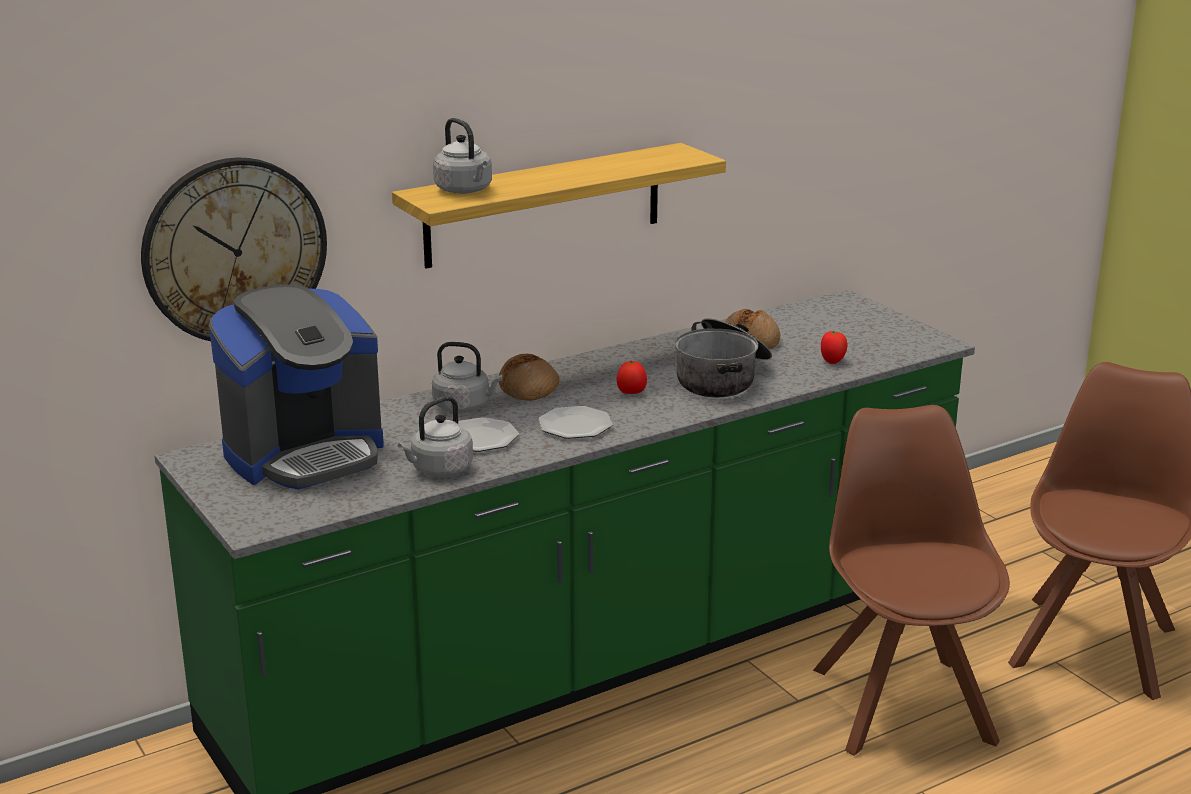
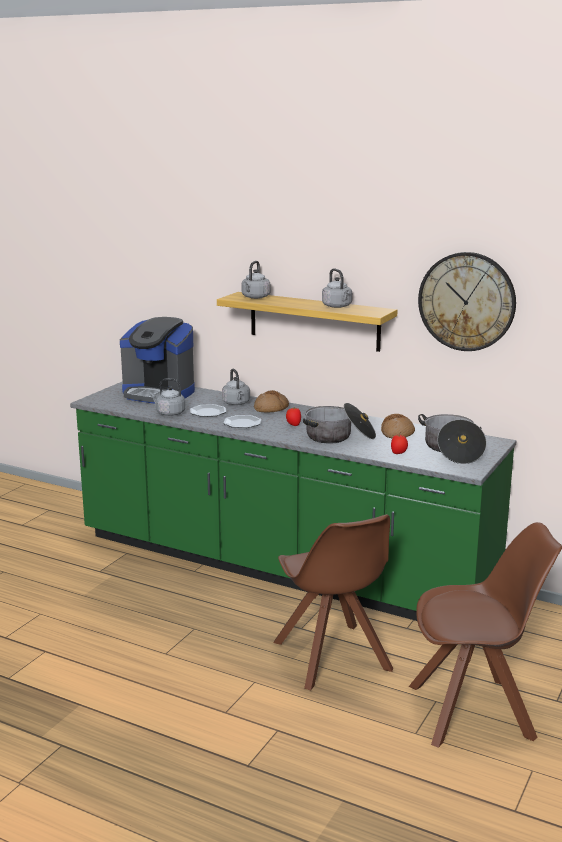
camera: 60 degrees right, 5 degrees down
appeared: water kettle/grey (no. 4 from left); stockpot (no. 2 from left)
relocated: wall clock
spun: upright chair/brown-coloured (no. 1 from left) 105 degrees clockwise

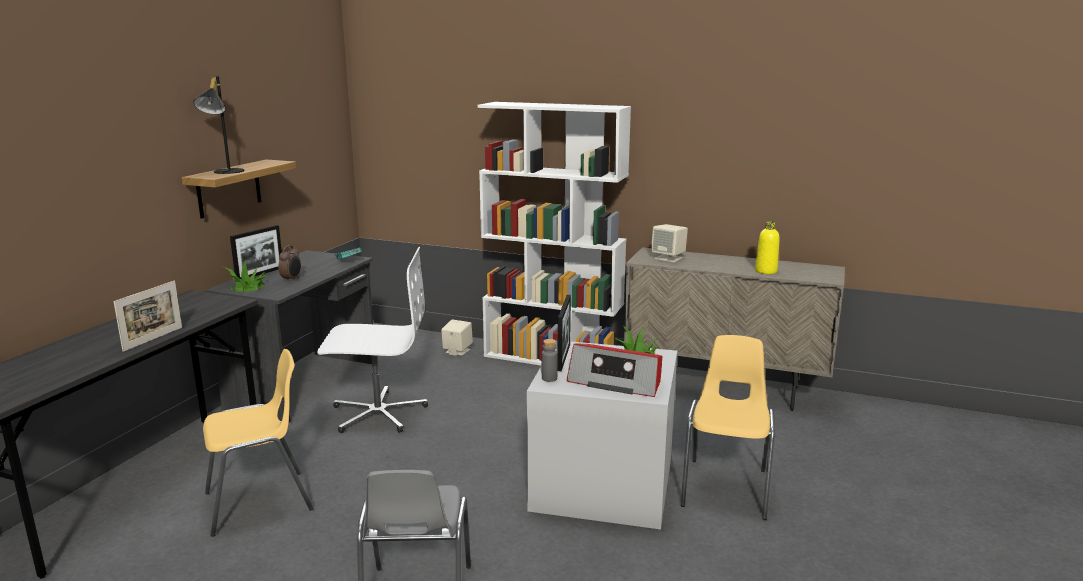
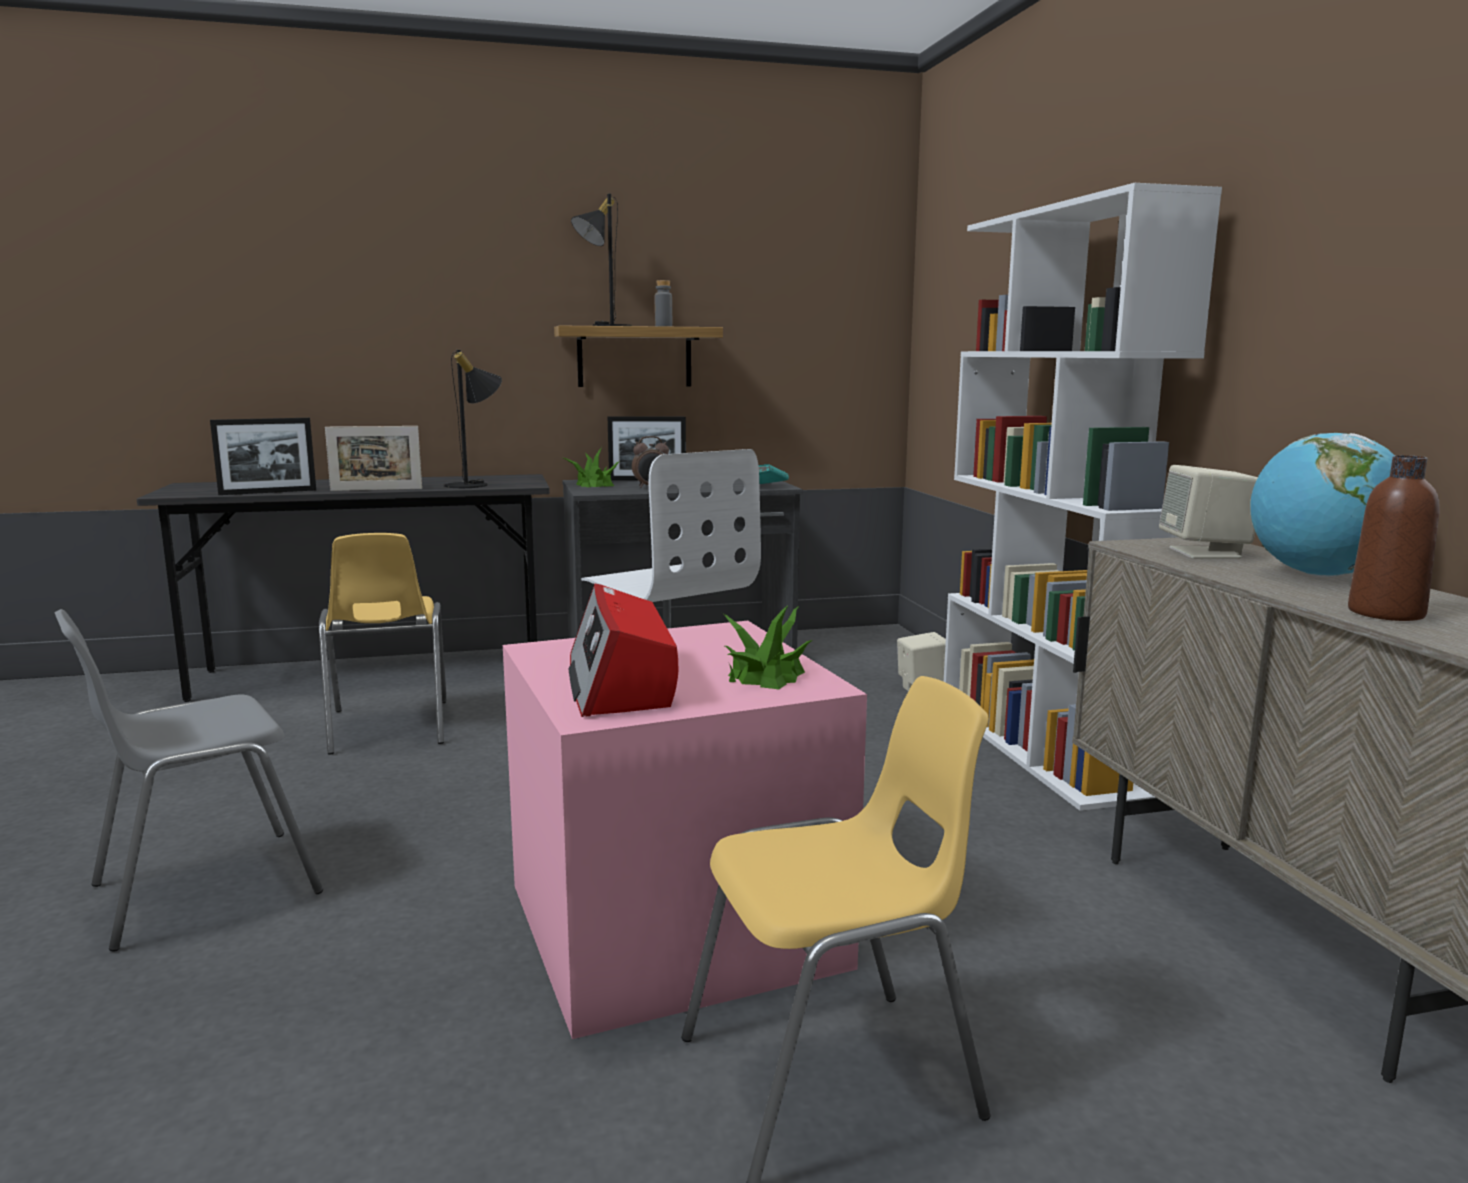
camera: 55 degrees right, 5 degrees down
appeared: table lamp/black (no. 1 from left); globe
relocated: bottle/grey; picture frame (no. 3 from left in the first image) to picture frame (no. 1 from left)
colour: storage bin/grey to storage bin/pink; bottle/yellow-coloured to bottle/brown-coloured
spun: upright chair/yellow-coloured (no. 1 from left) 45 degrees clockwise

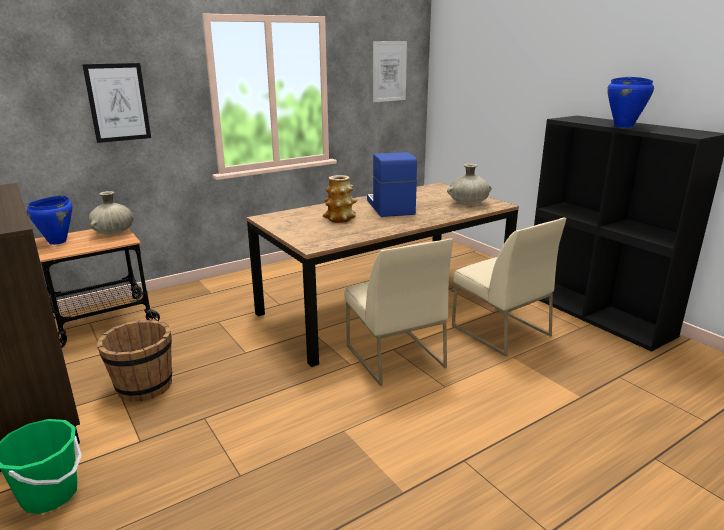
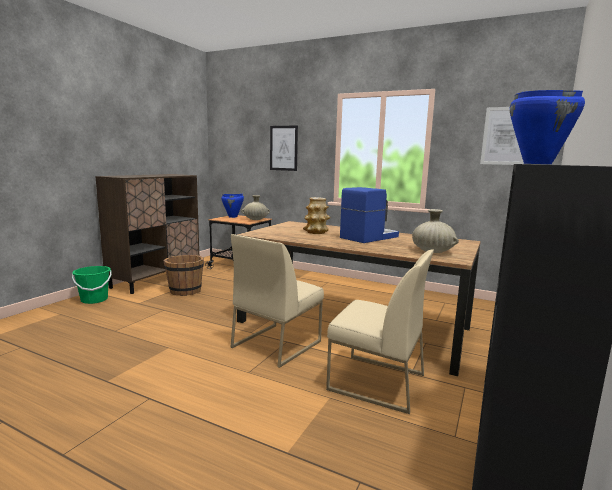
camera: 60 degrees right, 10 degrees down
spun: upright chair/beige (no. 2 from left) 90 degrees counterclockwise

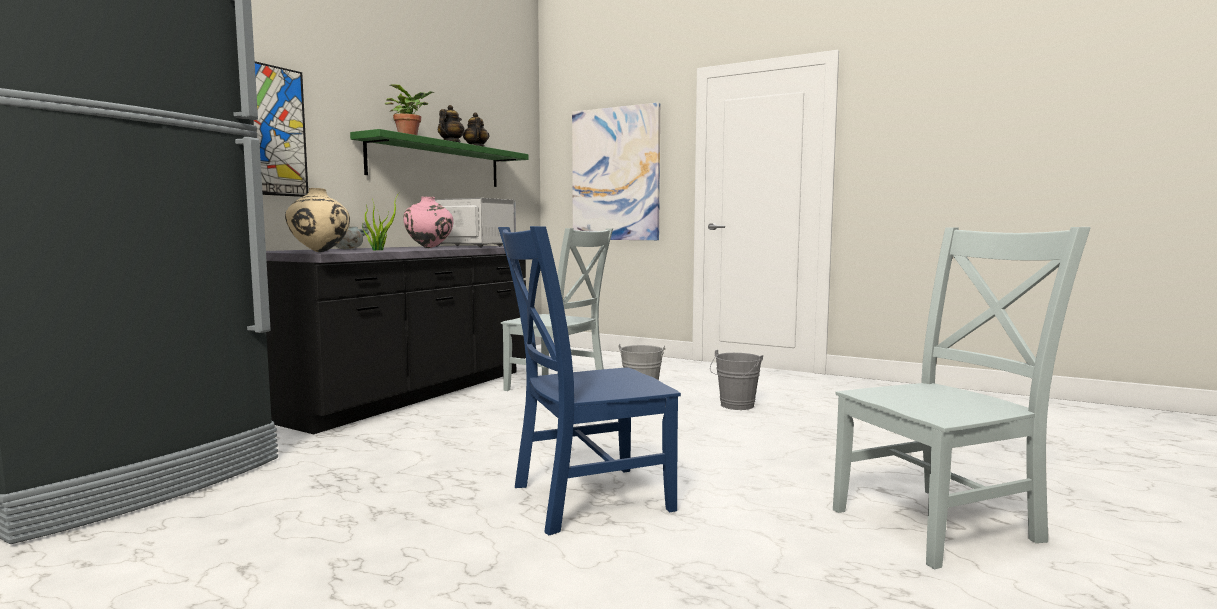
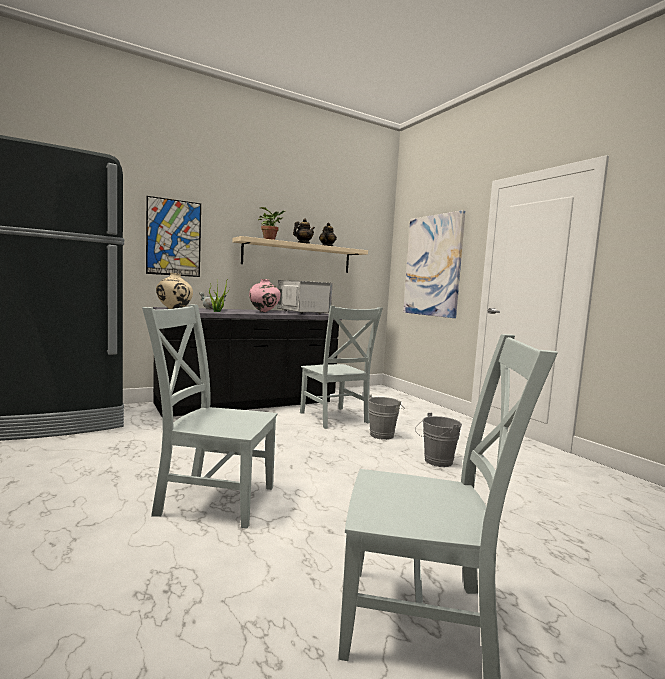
camera: 30 degrees right, 0 degrees up
colour: shelf/green-coloured to shelf/beige; upright chair/bluish to upright chair/grey (no. 1 from left)

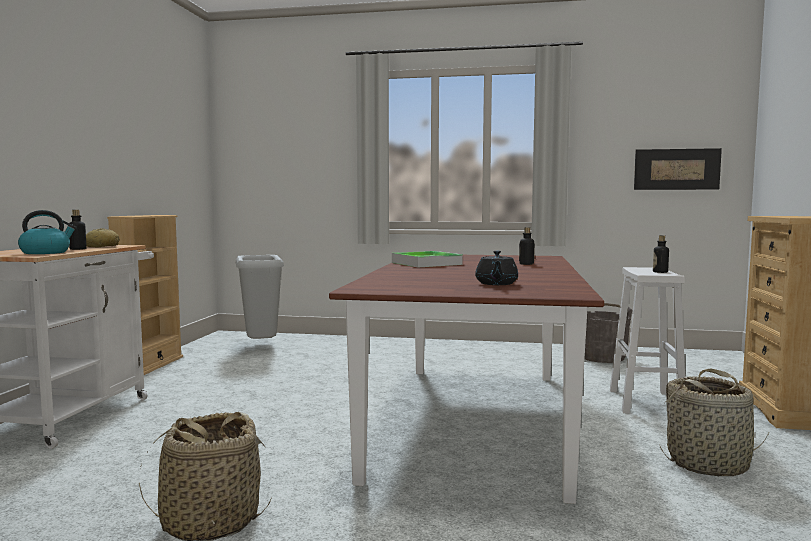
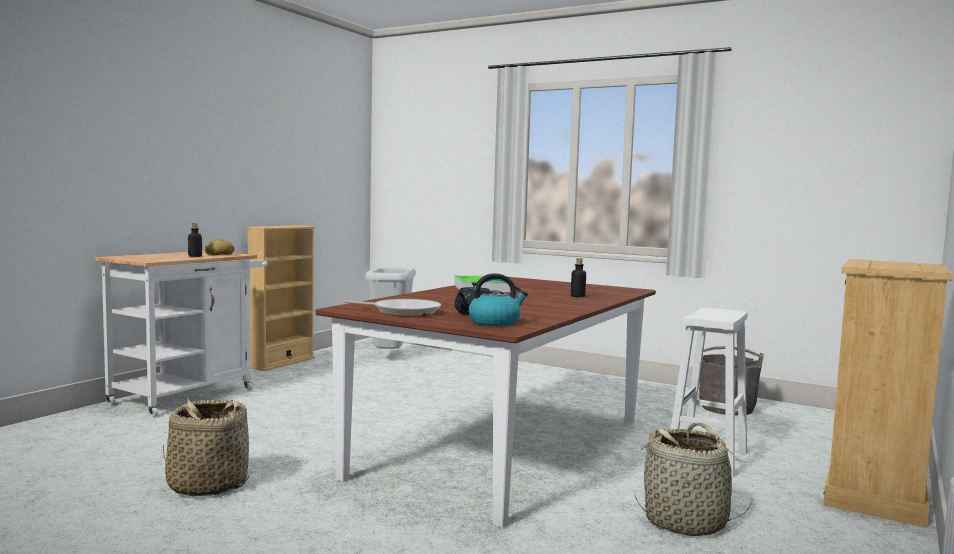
camera: 20 degrees right, 0 degrees up
missing: wall art; bottle (no. 3 from left)
appeared: pan
relocated: water kettle

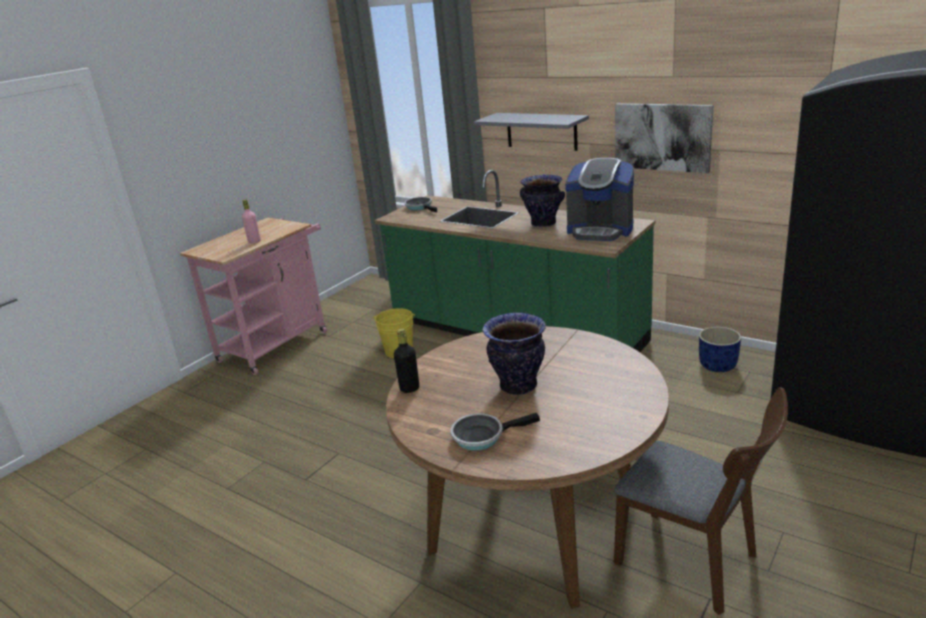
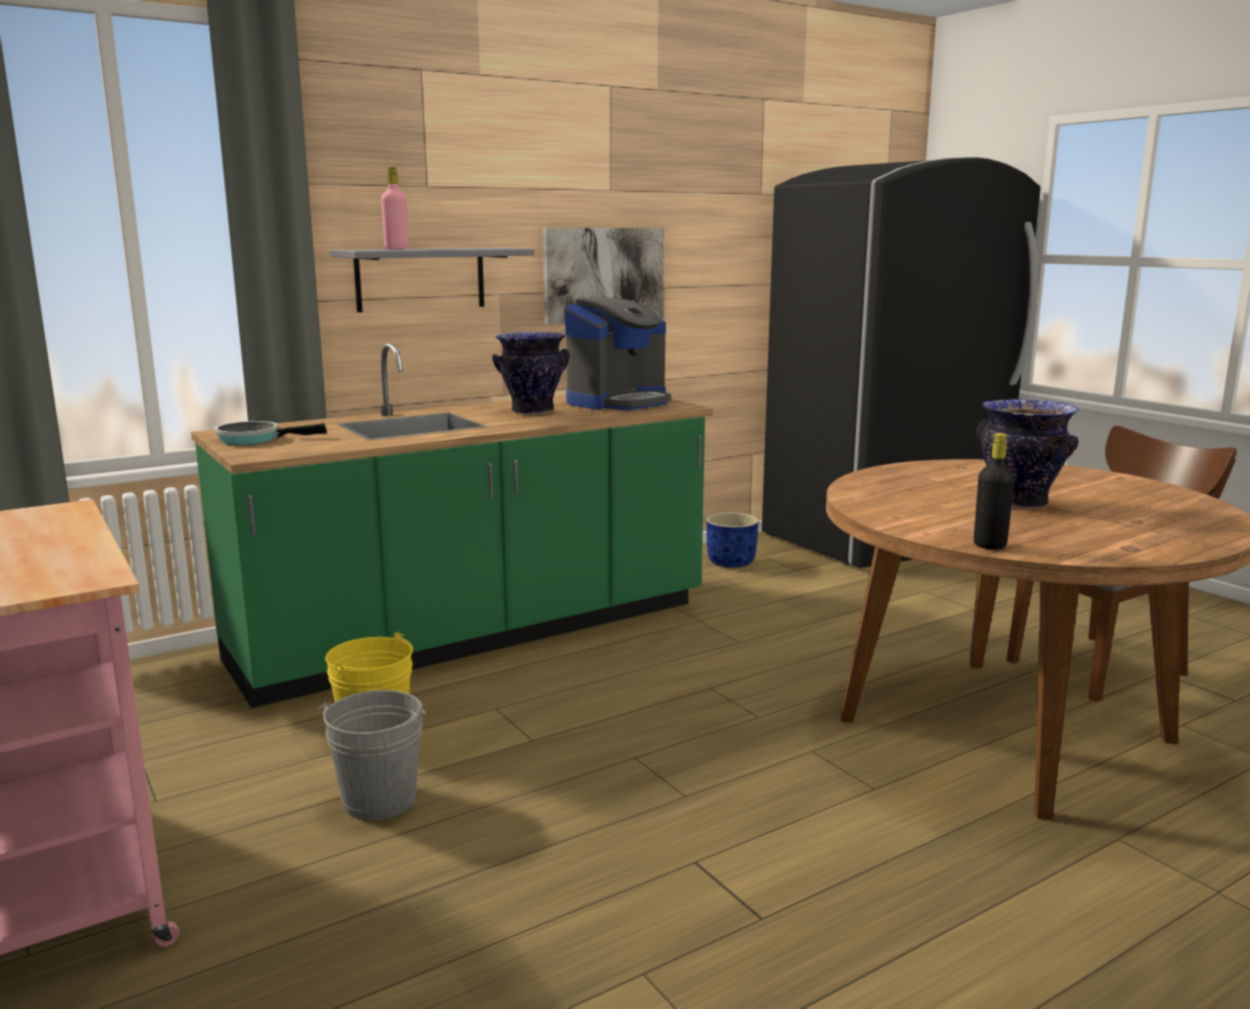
camera: 70 degrees left, 10 degrees down
missing: pan (no. 2 from left)
appeared: water bucket/grey
relocated: bottle/pink

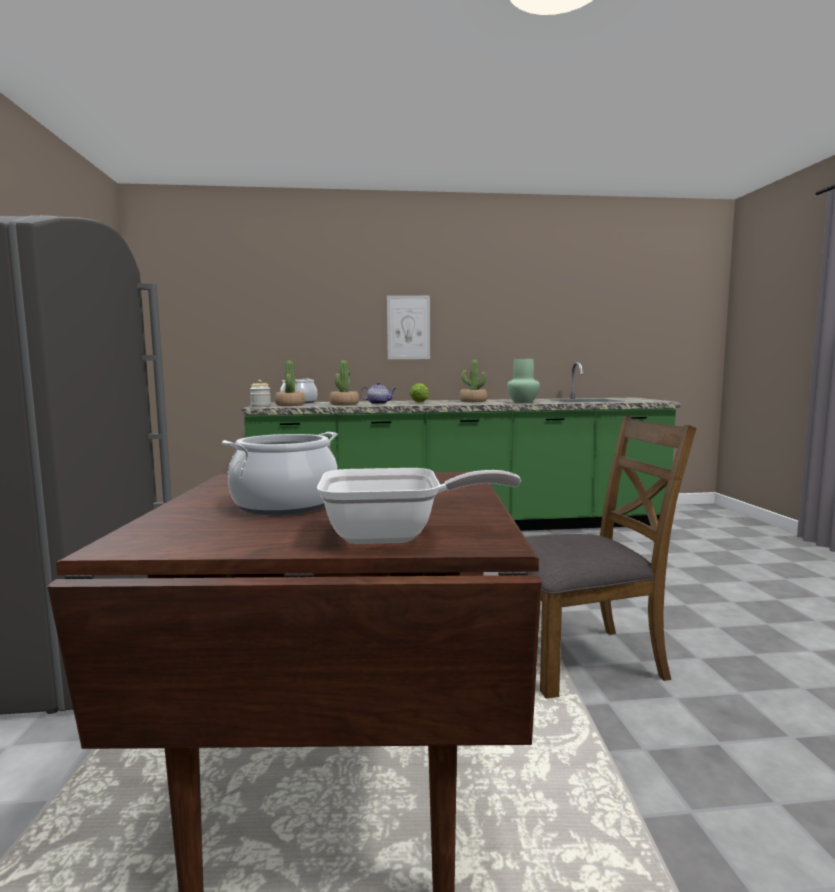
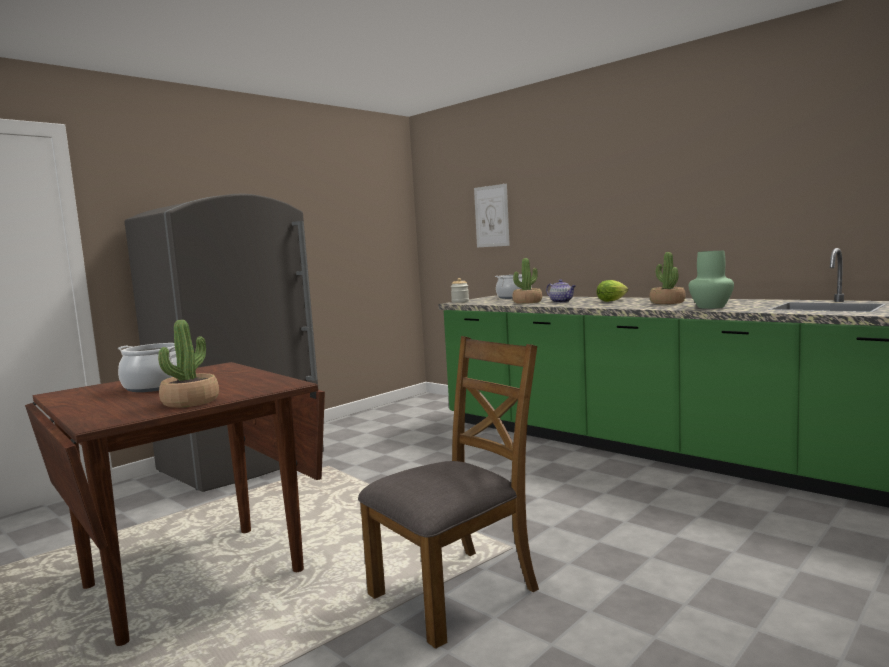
camera: 50 degrees right, 0 degrees up
missing: pan
relocated: houseplant (no. 1 from left); wall art
spun: upright chair/brown-coloured 75 degrees counterclockwise

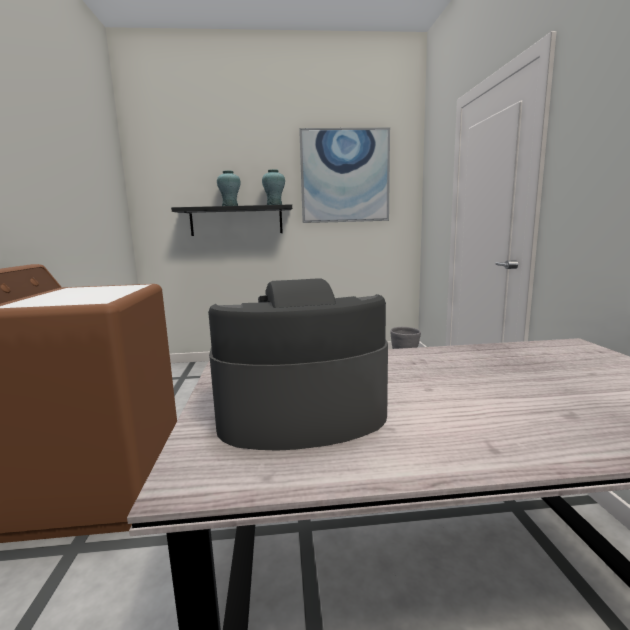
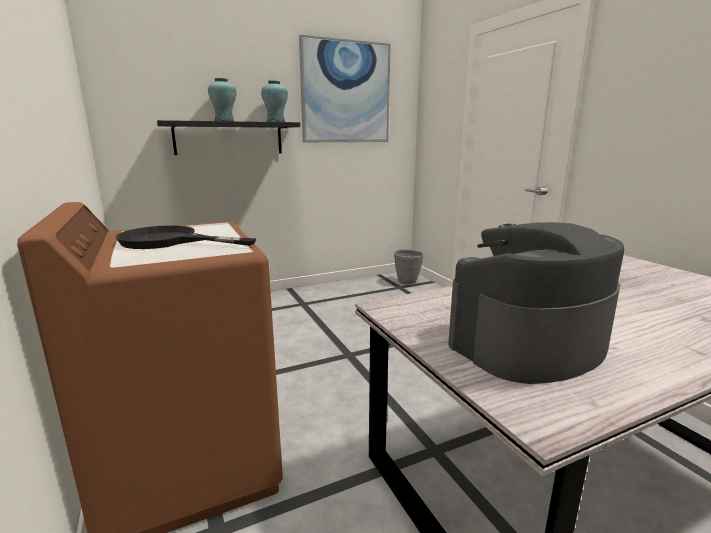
camera: 20 degrees left, 5 degrees up
appeared: pan/black

